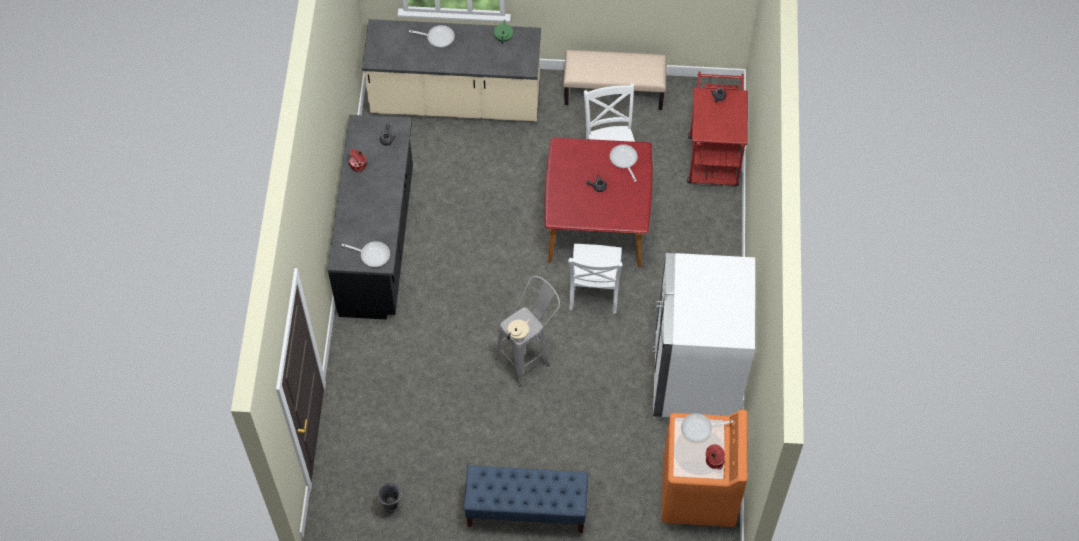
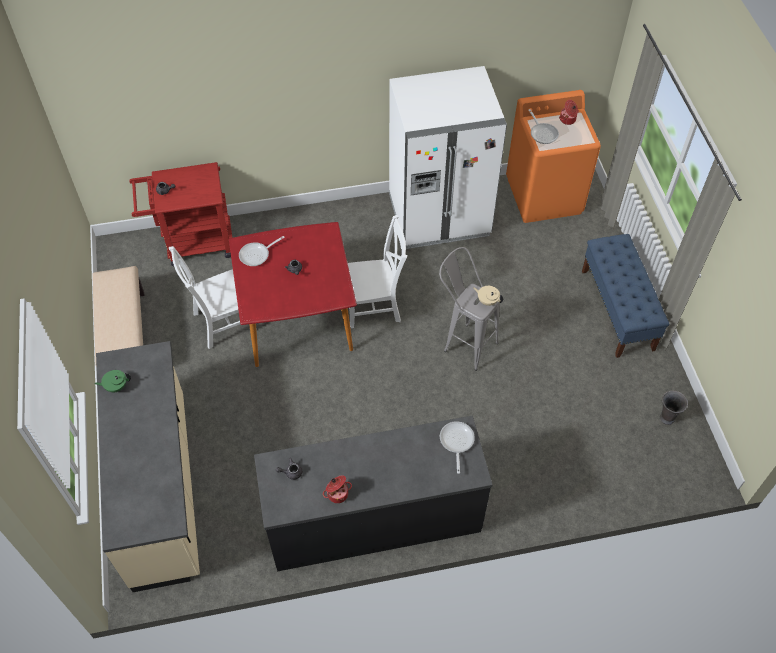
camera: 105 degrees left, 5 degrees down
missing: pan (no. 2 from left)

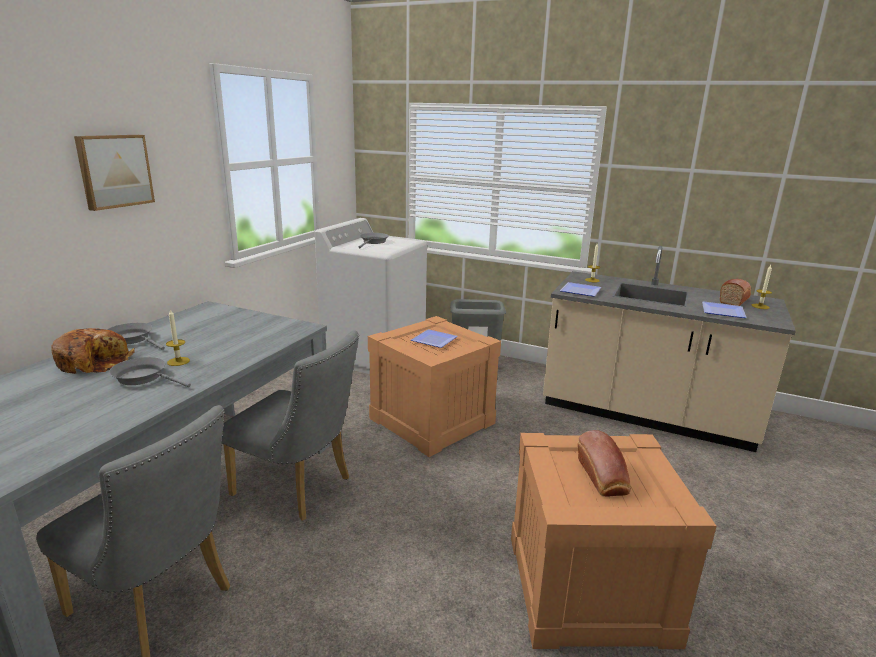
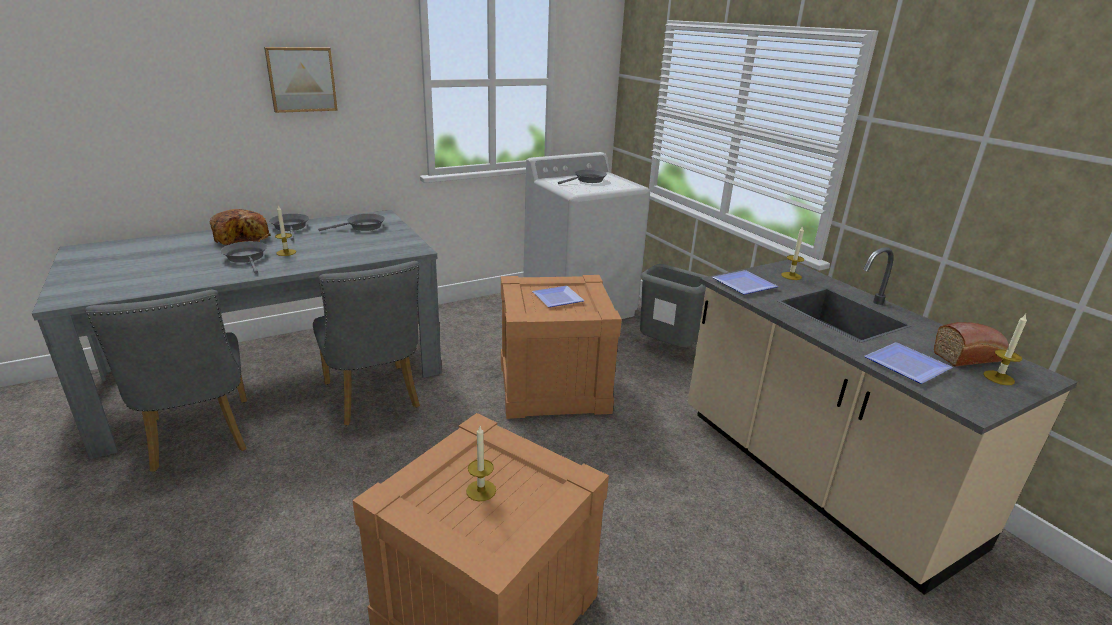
camera: 35 degrees right, 5 degrees up
appeared: pan/grey (no. 3 from left)
exchanged: bread (no. 2 from left) to wax candle (no. 2 from left)

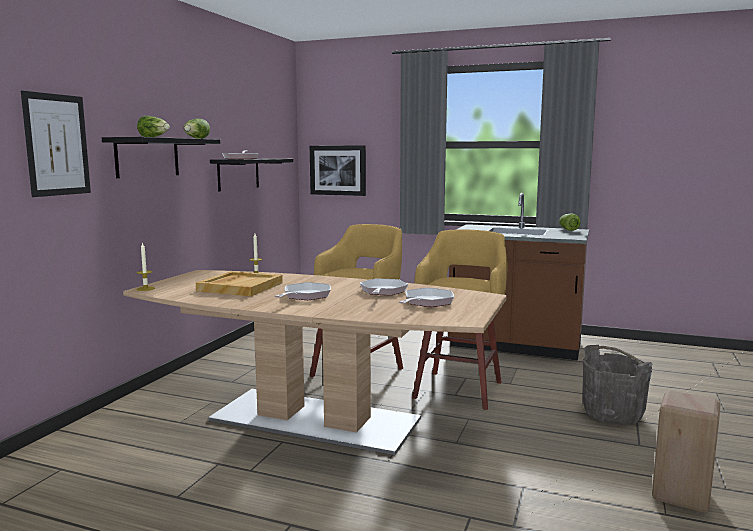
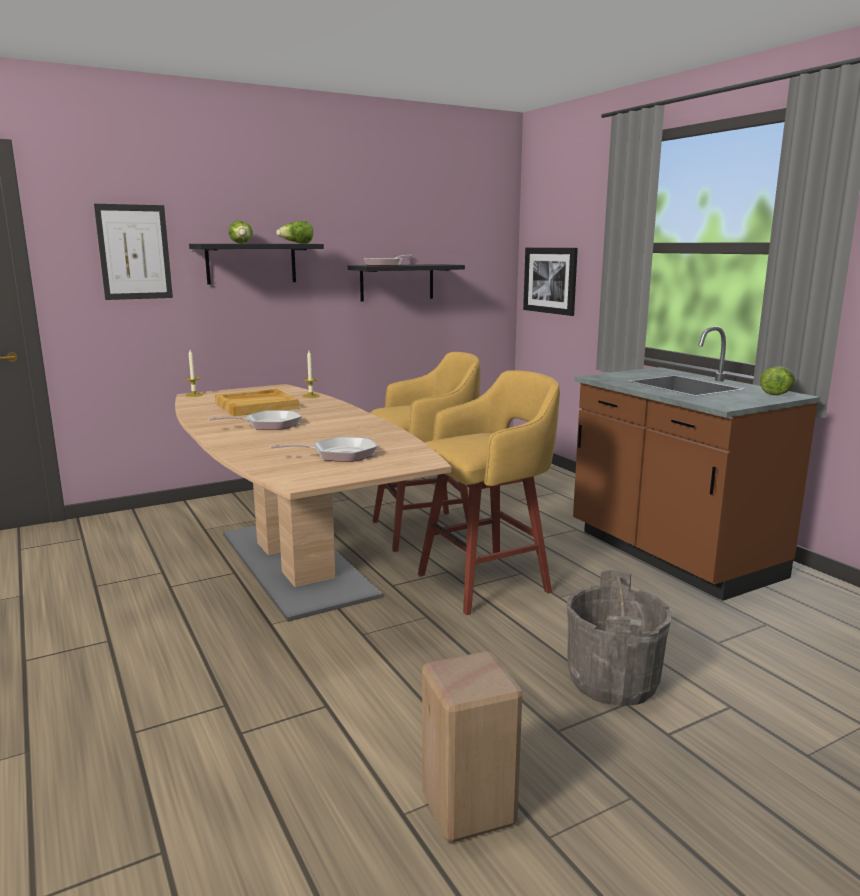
camera: 40 degrees right, 5 degrees up
missing: pan (no. 3 from left)

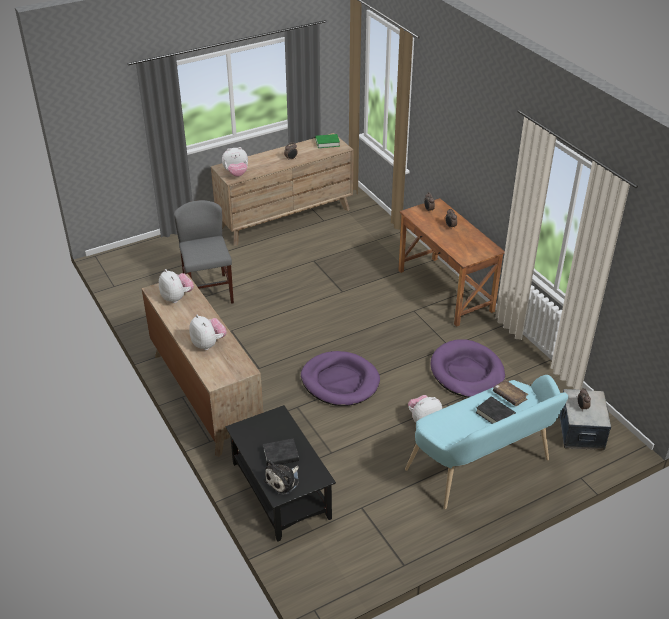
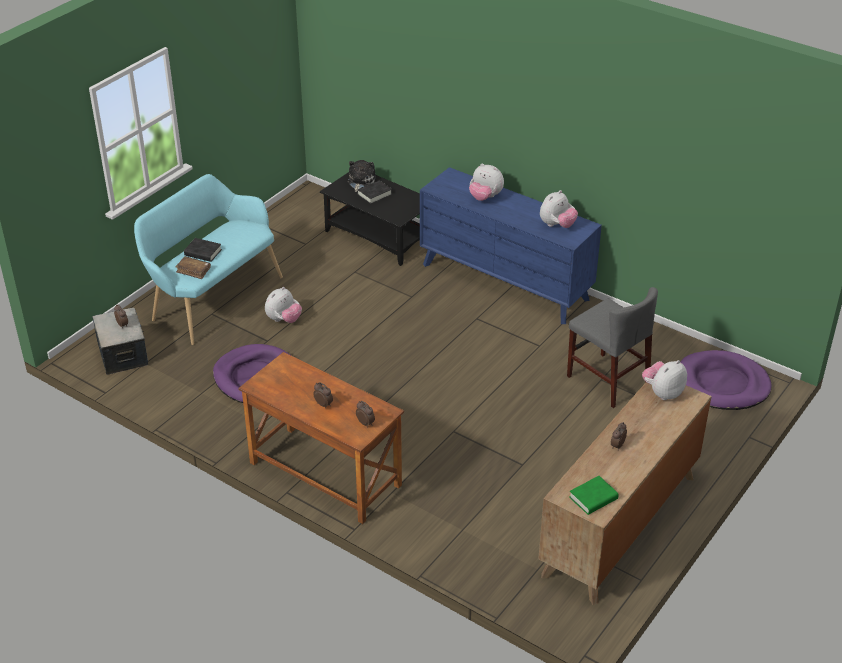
camera: 155 degrees right, 0 degrees up
relocated: dog bed/purple (no. 1 from left in the first image) to dog bed/purple (no. 2 from left)
colour: chest of drawers/brown-coloured (no. 1 from left) to chest of drawers/bluish
spun: soft toy (no. 1 from left in the first image) 75 degrees counterclockwise

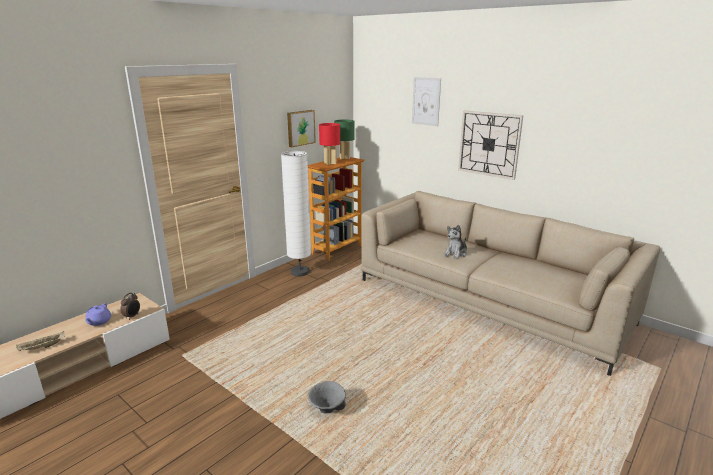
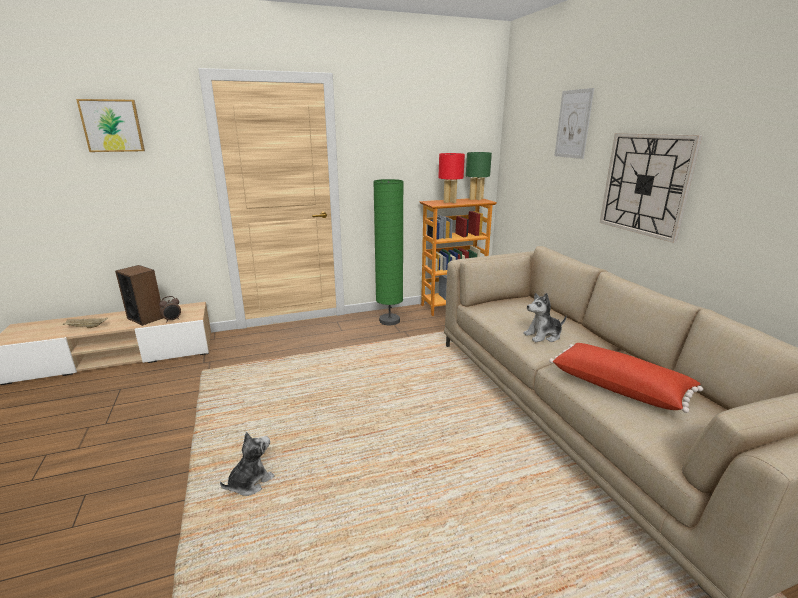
camera: 30 degrees right, 0 degrees up
appeared: throw pillow/red
relocated: wall art (no. 1 from left)
exchanged: tea pot/purple to audio speaker; deep dish/grey to soft toy (no. 1 from left)
colour: standing lamp/white to standing lamp/green-coloured

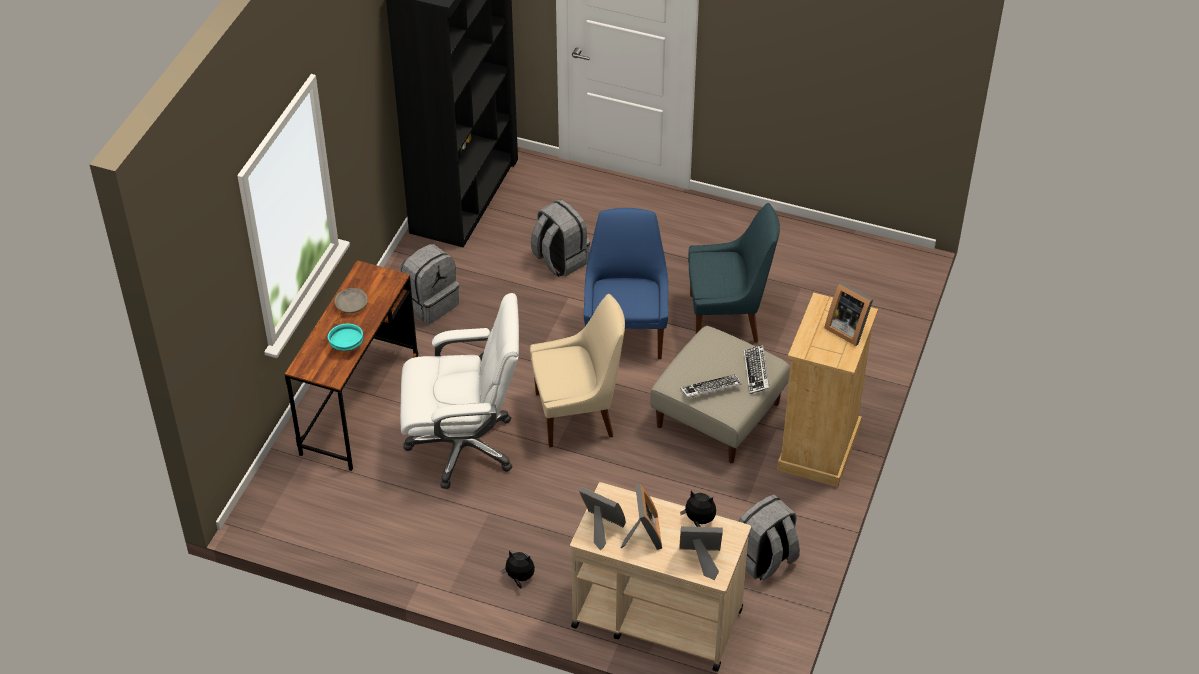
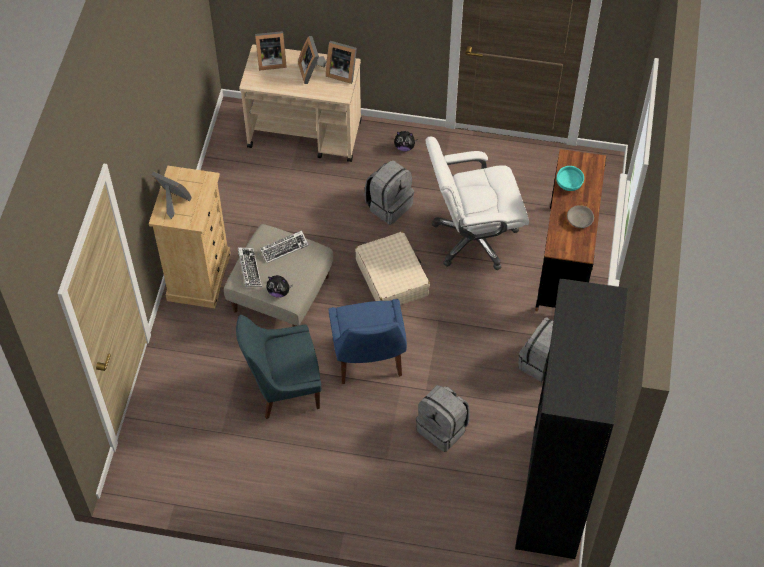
camera: 170 degrees right, 10 degrees up
relocated: soft toy (no. 2 from left in the first image) to soft toy (no. 1 from left); knapsack/grey (no. 3 from left in the first image) to knapsack/grey (no. 1 from left)
exchanged: upright chair/beige to travel case/beige

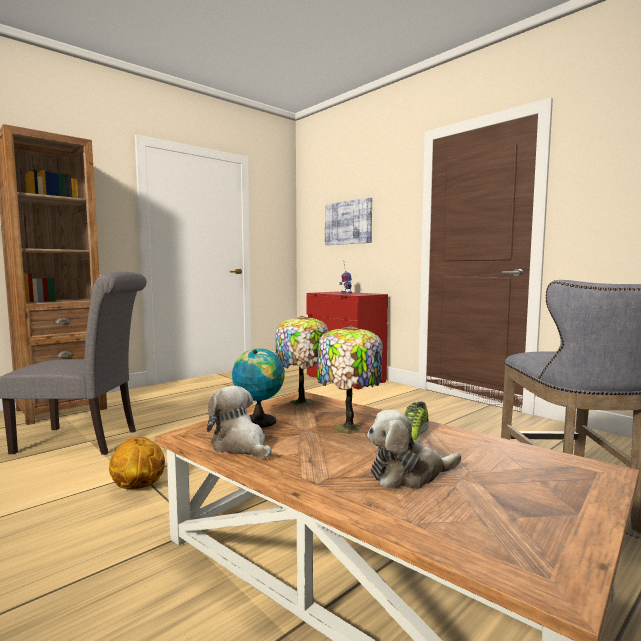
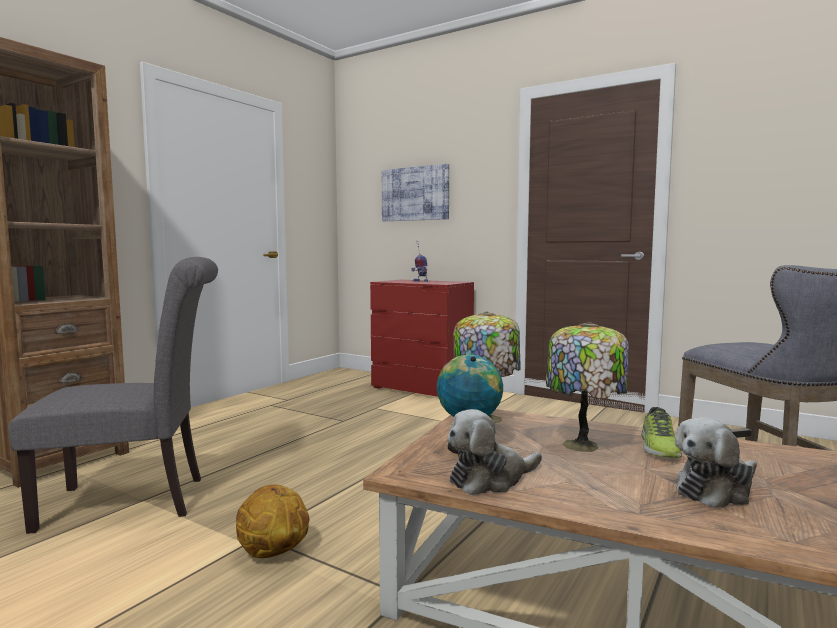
camera: 15 degrees left, 0 degrees up
spun: soft toy (no. 1 from left) 60 degrees counterclockwise

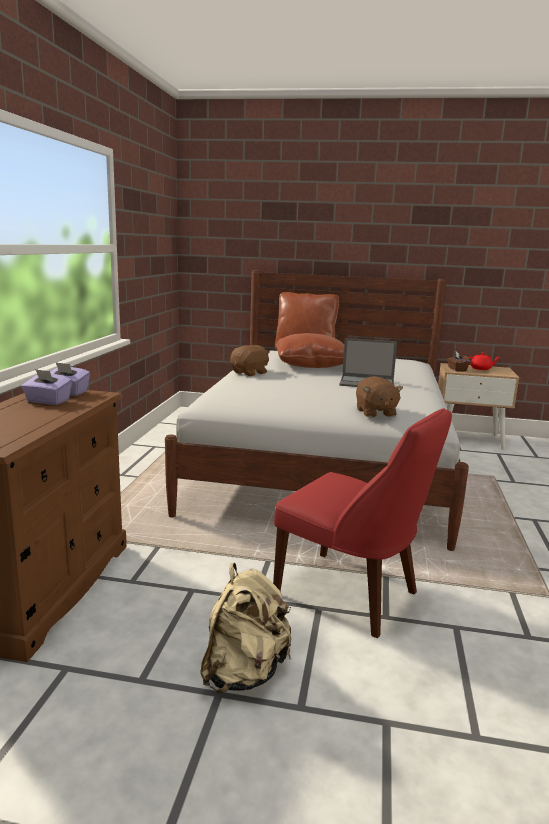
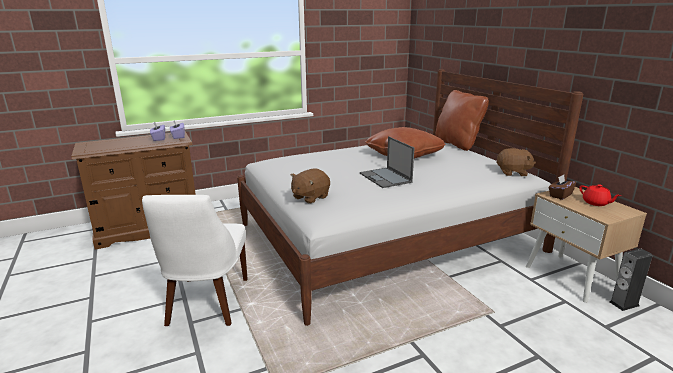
camera: 55 degrees right, 5 degrees up
missing: knapsack/beige
appeared: audio speaker
relocated: soft toy/brown-coloured (no. 1 from left in the first image) to soft toy/brown-coloured (no. 2 from left)
colour: upright chair/red to upright chair/white

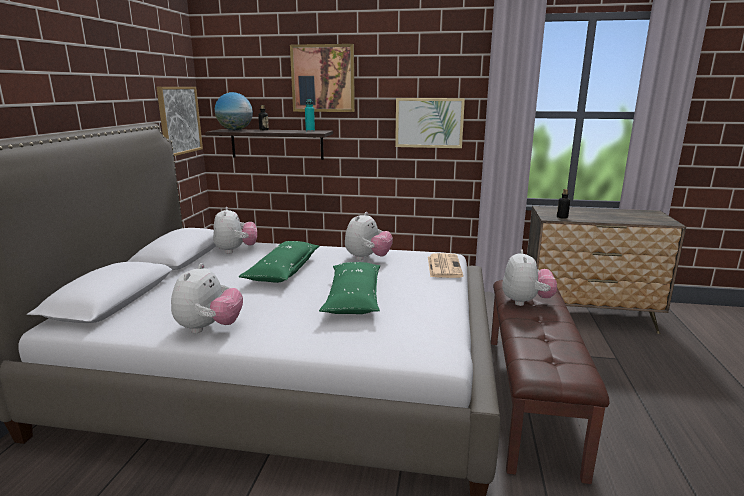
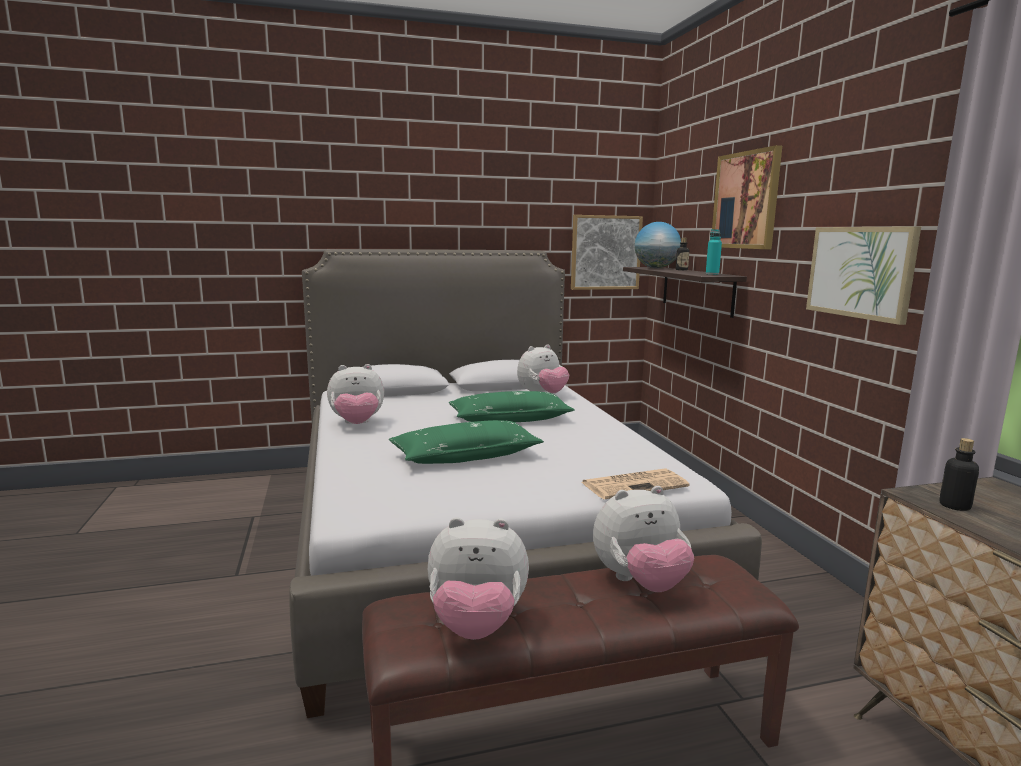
camera: 65 degrees right, 5 degrees down
relocated: soft toy (no. 3 from left in the first image) to soft toy (no. 2 from left)

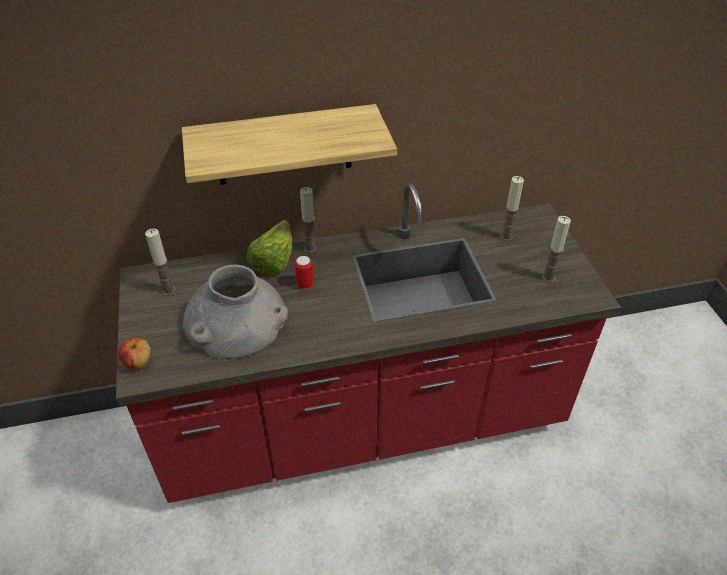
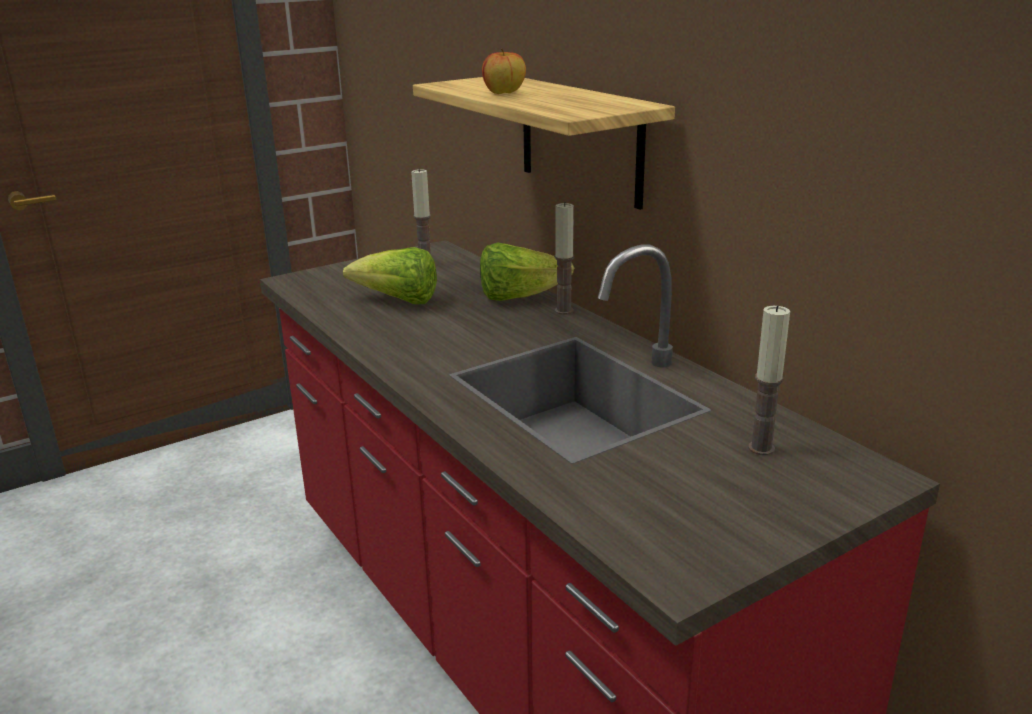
camera: 70 degrees right, 20 degrees down
missing: sealed can; wax candle (no. 4 from left)
relocated: apple
exchanged: flower vase/grey to head of lettuce (no. 1 from left)

